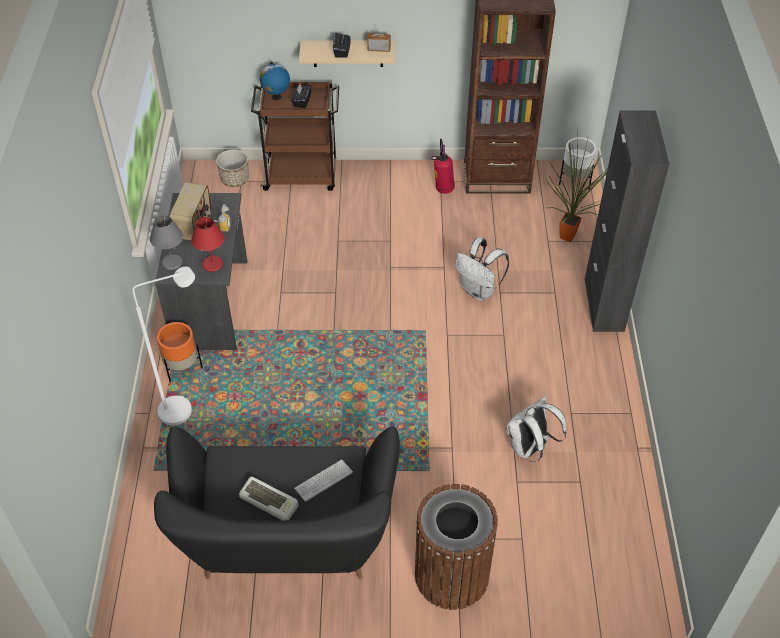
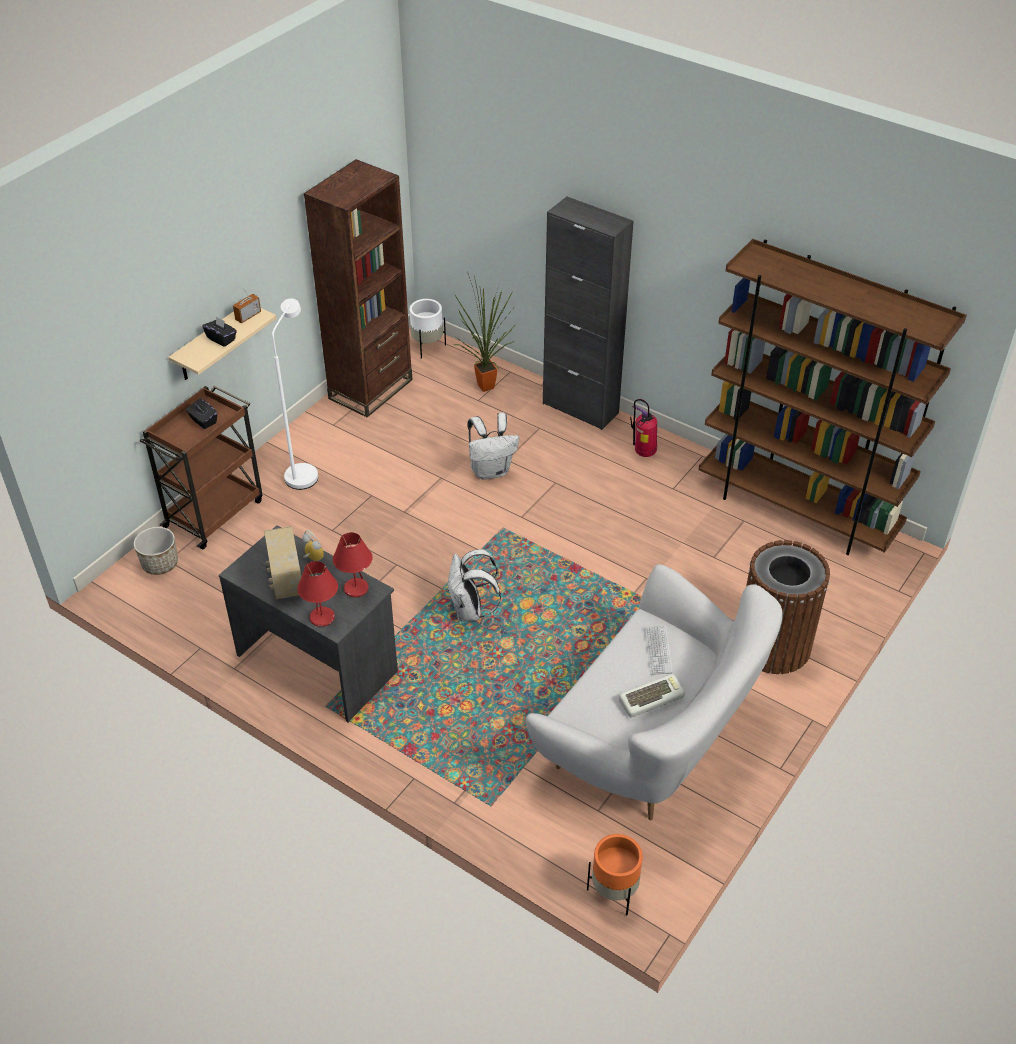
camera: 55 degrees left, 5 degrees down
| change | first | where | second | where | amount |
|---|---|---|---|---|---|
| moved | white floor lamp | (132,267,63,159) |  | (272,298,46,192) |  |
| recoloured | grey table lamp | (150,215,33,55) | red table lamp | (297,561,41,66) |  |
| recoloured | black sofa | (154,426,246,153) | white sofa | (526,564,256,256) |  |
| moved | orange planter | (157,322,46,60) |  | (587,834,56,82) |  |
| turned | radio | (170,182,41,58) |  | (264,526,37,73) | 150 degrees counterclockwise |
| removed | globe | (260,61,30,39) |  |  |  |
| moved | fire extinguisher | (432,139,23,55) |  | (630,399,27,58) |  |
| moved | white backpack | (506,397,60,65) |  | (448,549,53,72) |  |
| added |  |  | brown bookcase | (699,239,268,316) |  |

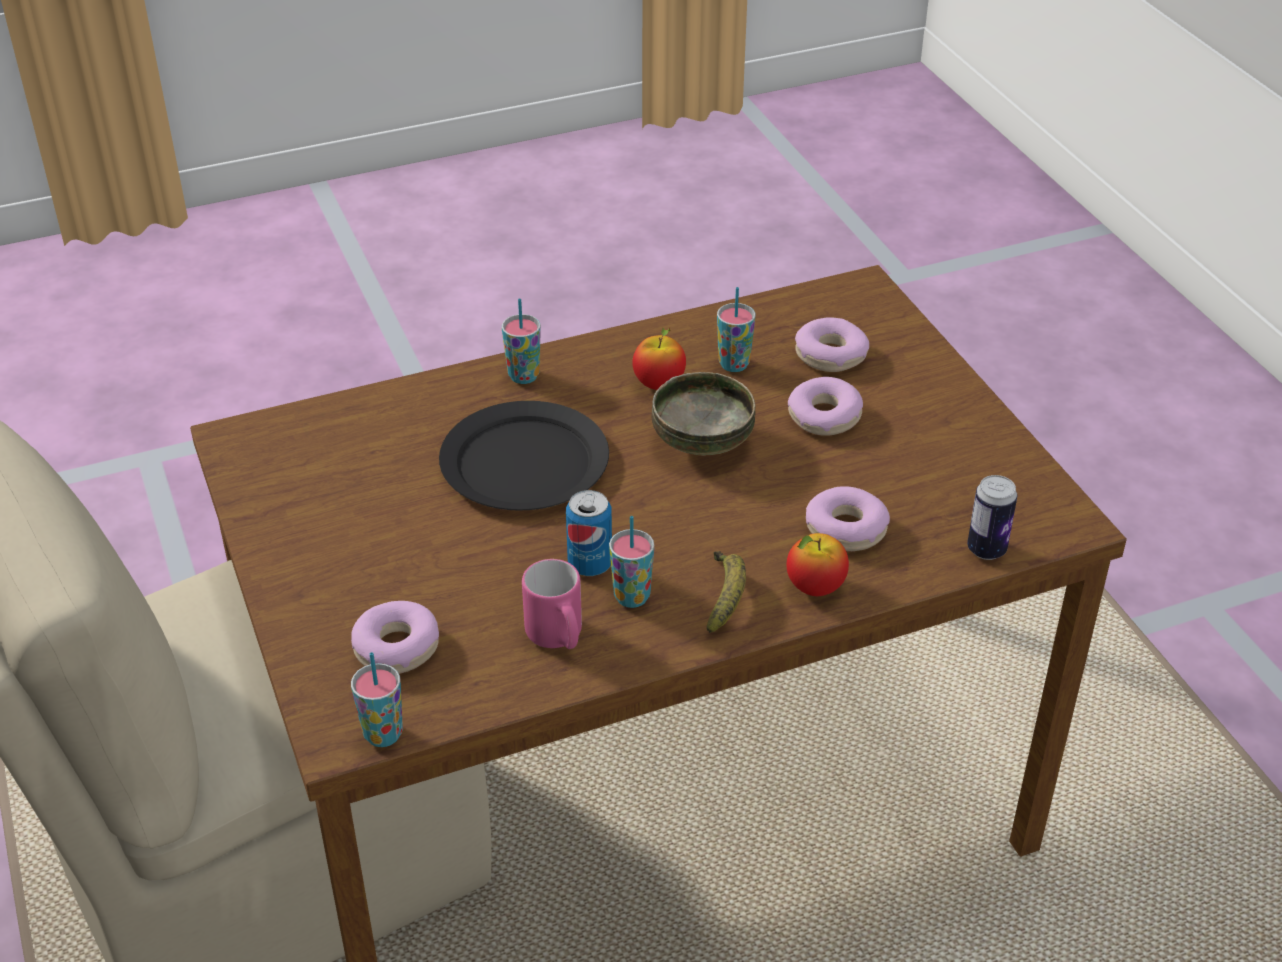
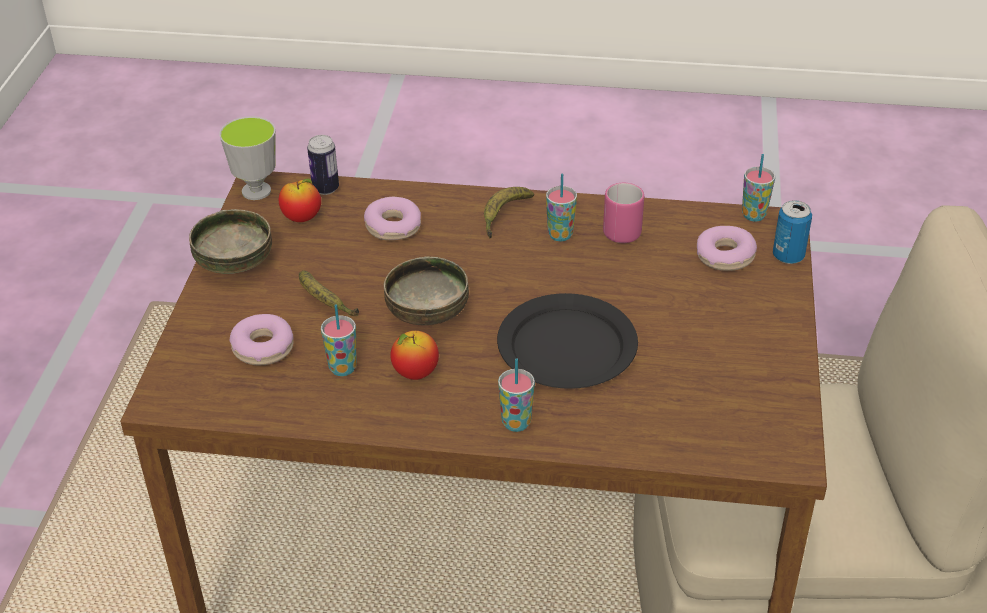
camera: 150 degrees left, 0 degrees up
| change | first | where | second | where | amount |
|---|---|---|---|---|---|
| moved | can | (566,490,46,86) |  | (773,200,39,64) |  |
| moved | apple | (786,533,63,63) |  | (279,179,42,43) |  |
| replaced | donut | (788,377,75,59) | banana | (299,270,60,46) |  |
| added |  |  | bowl | (189,209,83,65) |  |
| added |  |  | cup | (219,116,57,84) |  |

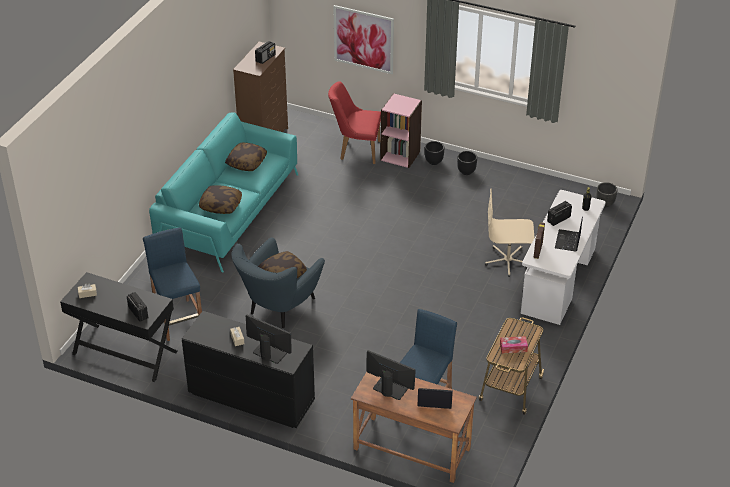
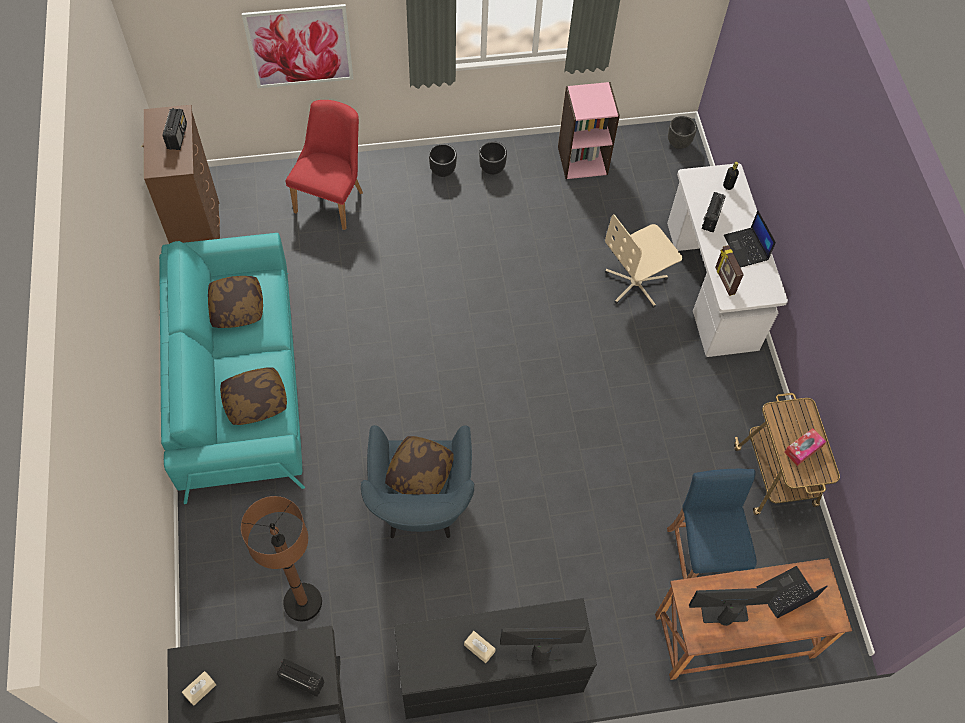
camera: 35 degrees left, 20 degrees up
| change | first | where | second | where | amount |
|---|---|---|---|---|---|
| replaced | blue stool | (143,227,59,114) | brown floor lamp | (241,496,81,125) |  |
| turned | red chair | (328,81,53,83) |  | (285,100,78,130) | 135 degrees clockwise |
| moved | pink bookcase | (380,93,42,75) |  | (558,82,62,97) |  |

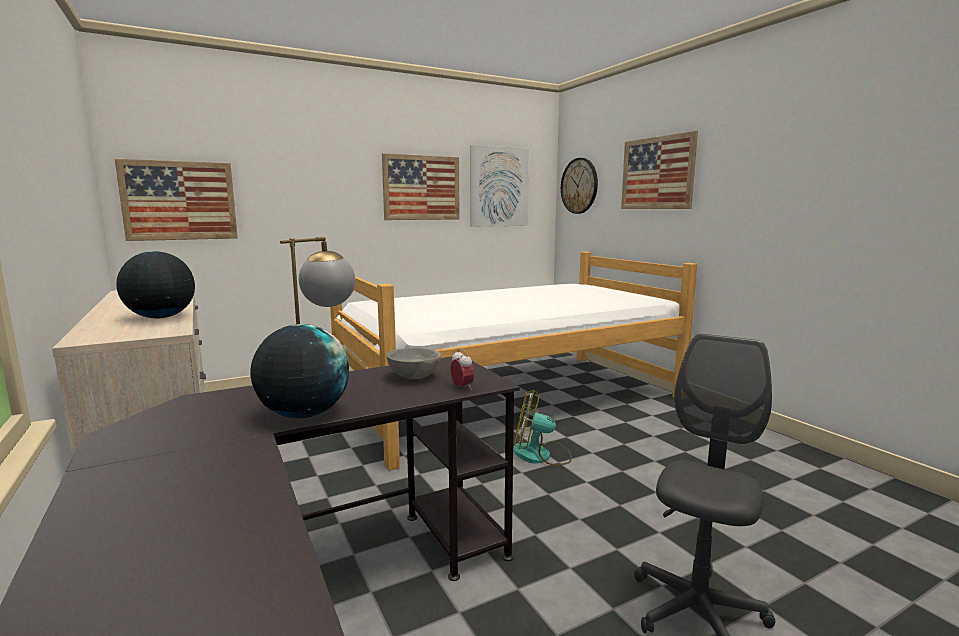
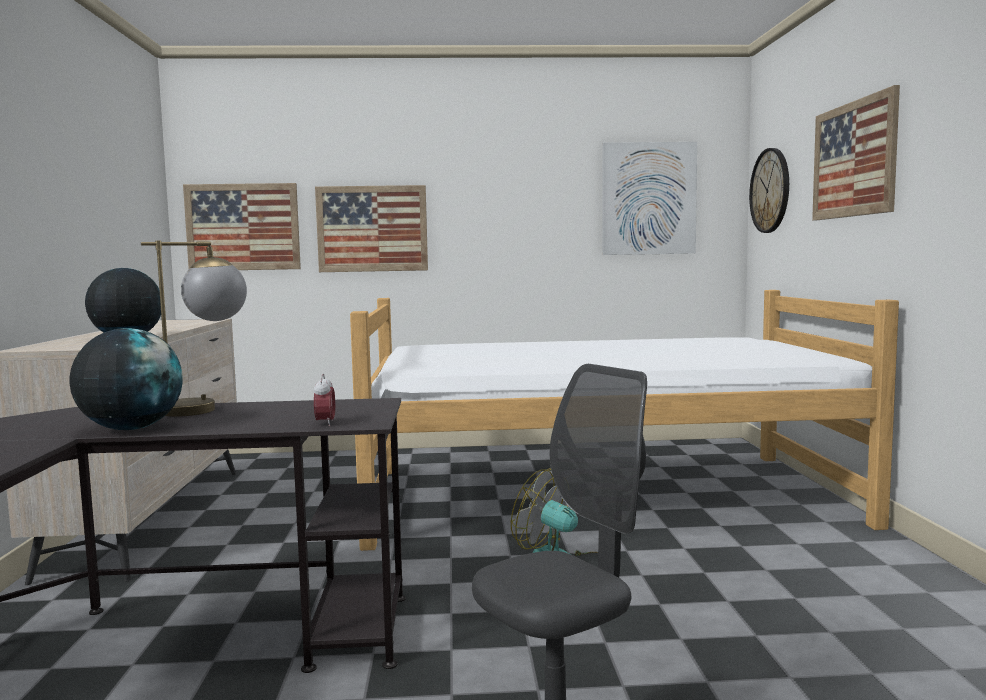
camera: 25 degrees right, 5 degrees down
| change | first | where | second | where | amount |
|---|---|---|---|---|---|
| moved | picture | (382,153,78,67) |  | (315,185,113,87) |  |
| removed | grey bowl | (387,348,54,31) |  |  |  |

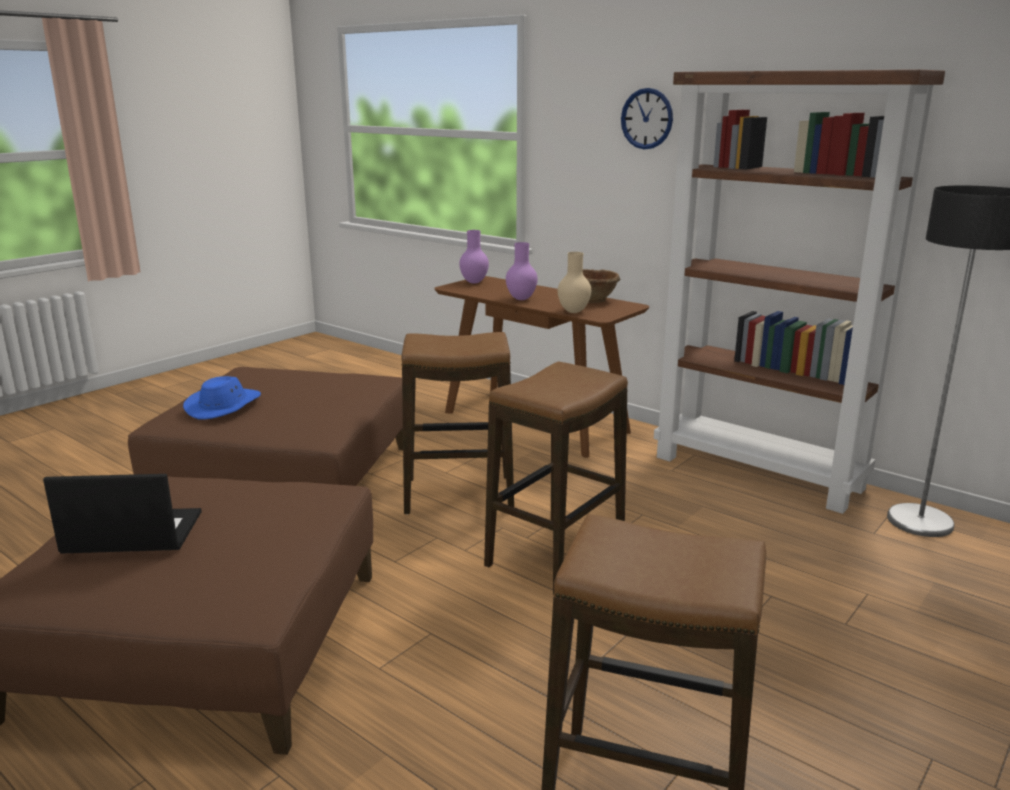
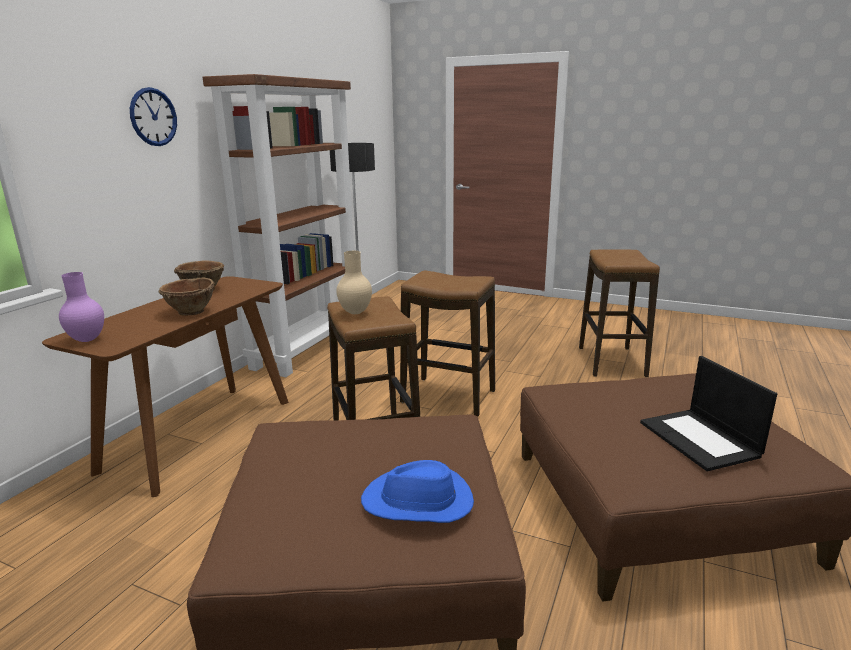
camera: 105 degrees left, 0 degrees up
| change | first | where | second | where | amount |
|---|---|---|---|---|---|
| replaced | purple vase | (506,242,32,58) | brown bowl | (159,277,56,39) |  |
| moved | beige vase | (558,252,33,61) |  | (336,251,36,63) |  |

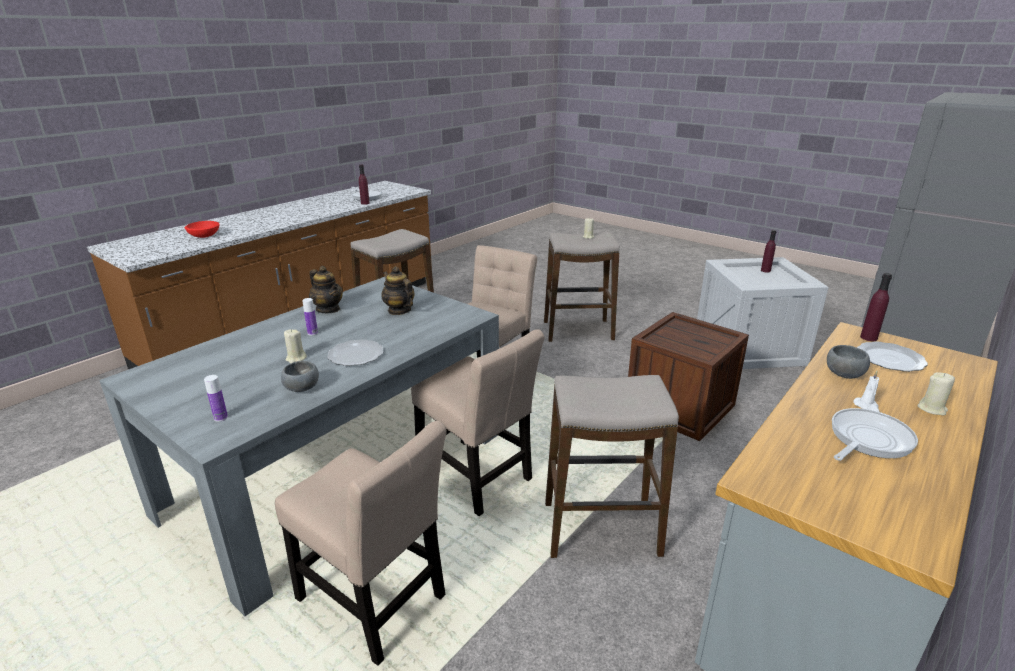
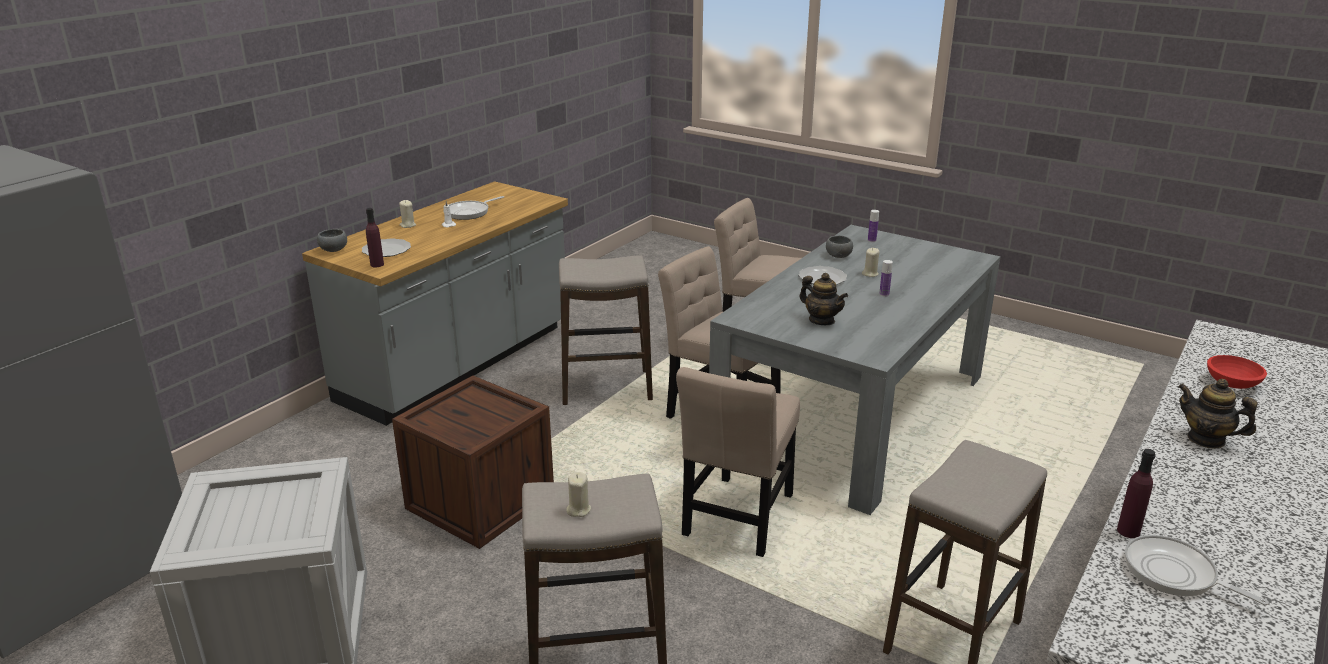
camera: 175 degrees right, 0 degrees up
| change | first | where | second | where | amount |
|---|---|---|---|---|---|
| moved | teapot | (309,266,34,47) |  | (1178,379,80,69) |  |
| removed | purple bottle | (761,230,15,43) |  |  |  |
| moved | grey bowl | (827,345,43,34) |  | (317,229,30,23) |  |

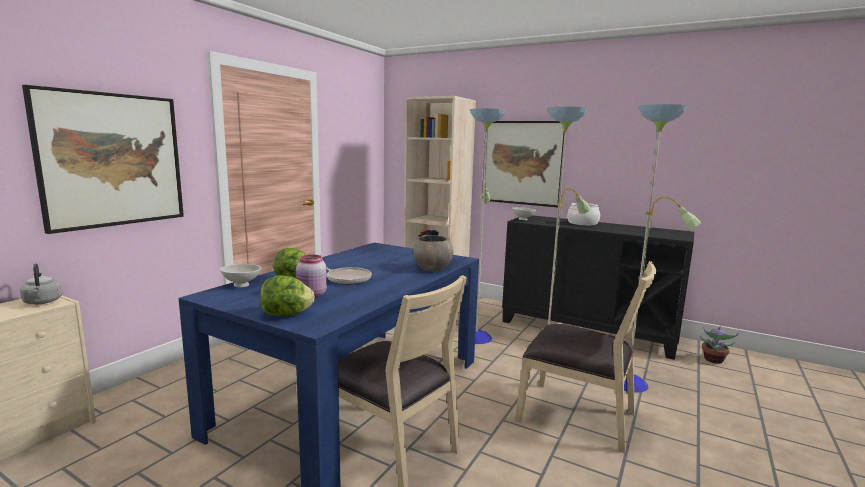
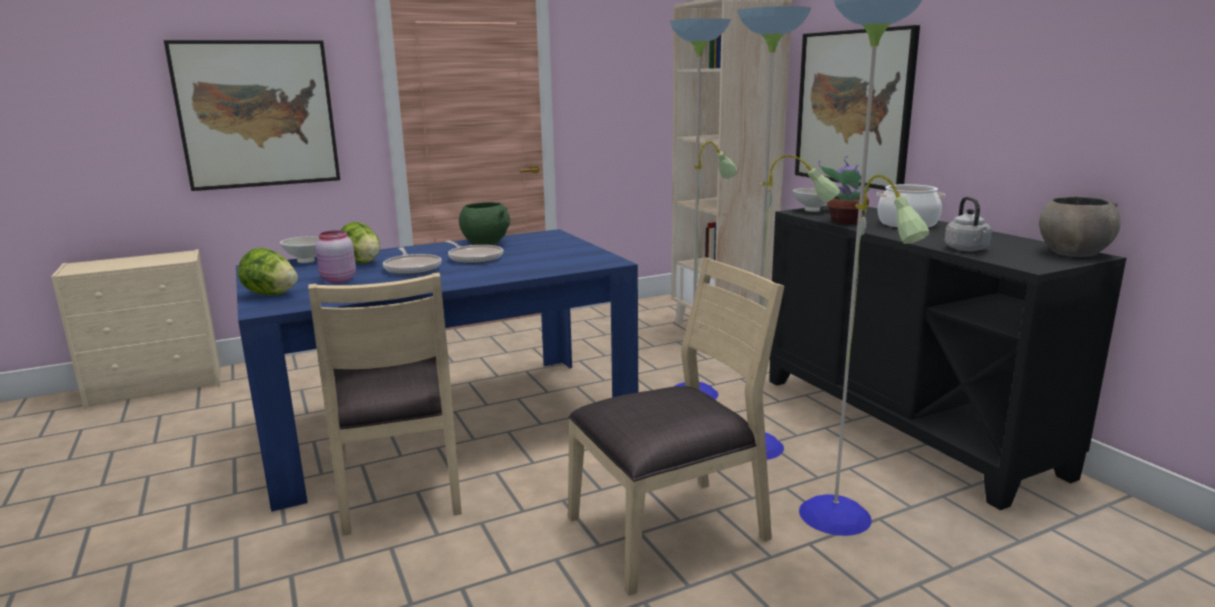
camera: 35 degrees right, 5 degrees up
| change | first | where | second | where | amount |
|---|---|---|---|---|---|
| moved | grey kettle | (20,264,42,40) |  | (944,197,48,54) |  |
| moved | grey bowl | (413,235,40,37) |  | (1039,196,82,61) |  |
| turned | beige chair | (515,261,141,192) |  | (568,257,216,339) | 90 degrees counterclockwise |
| moved | potted plant | (700,324,39,40) |  | (818,156,52,68) |  |
| added |  |  | frying pan | (445,241,58,23) |  |
| added |  |  | green bowl | (459,202,51,43) |  |

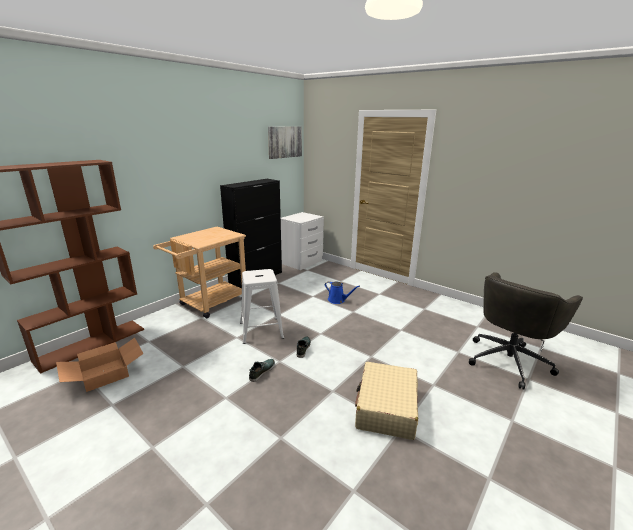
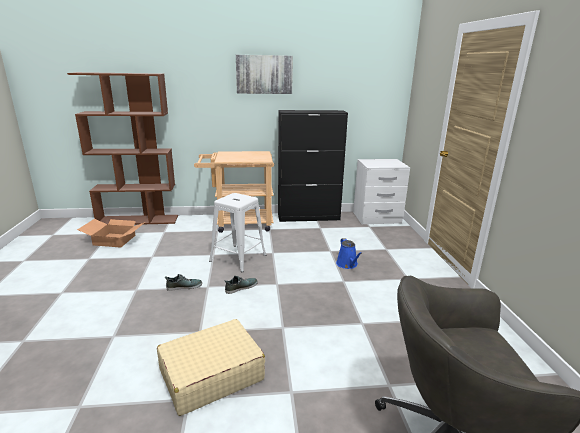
camera: 45 degrees right, 0 degrees up
| change | first | where | second | where | amount |
|---|---|---|---|---|---|
| moved | picture | (268,126,34,33) |  | (236,55,57,39) |  |

